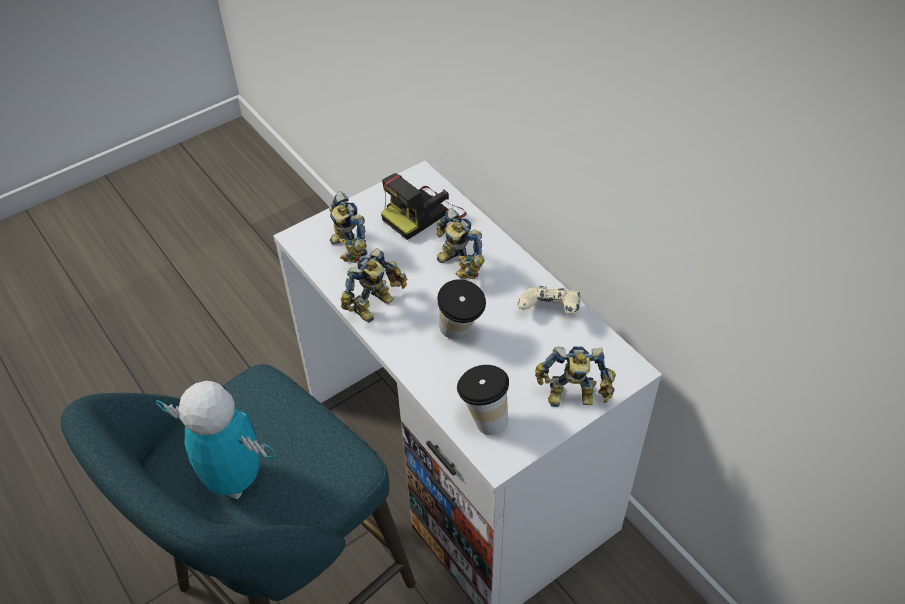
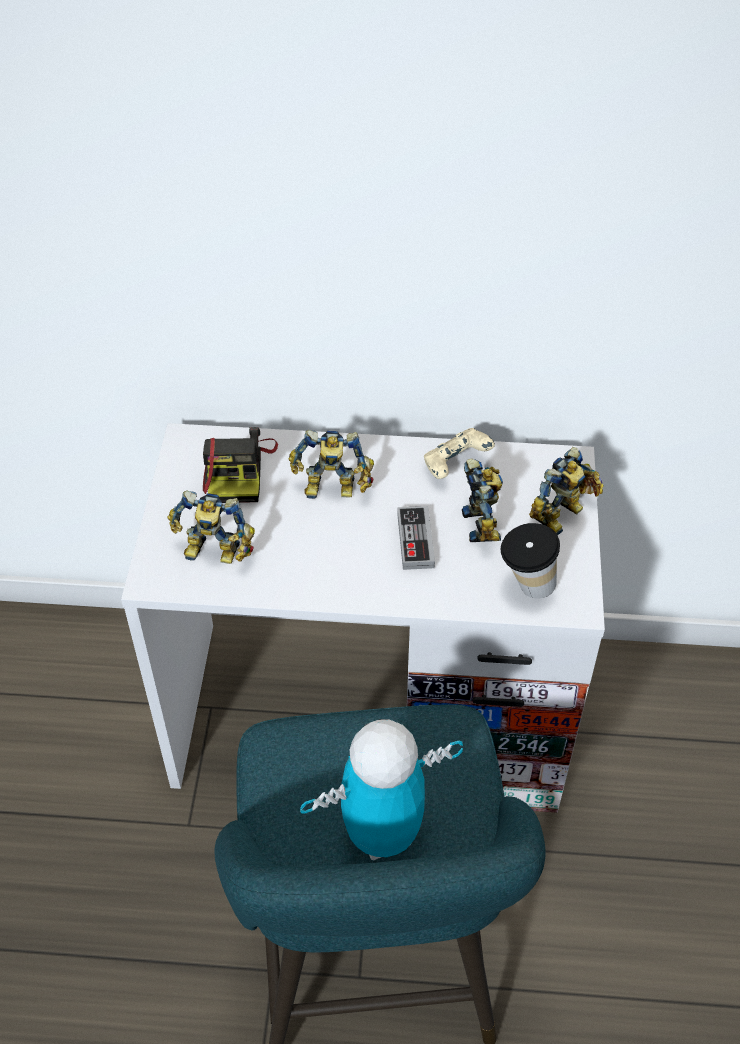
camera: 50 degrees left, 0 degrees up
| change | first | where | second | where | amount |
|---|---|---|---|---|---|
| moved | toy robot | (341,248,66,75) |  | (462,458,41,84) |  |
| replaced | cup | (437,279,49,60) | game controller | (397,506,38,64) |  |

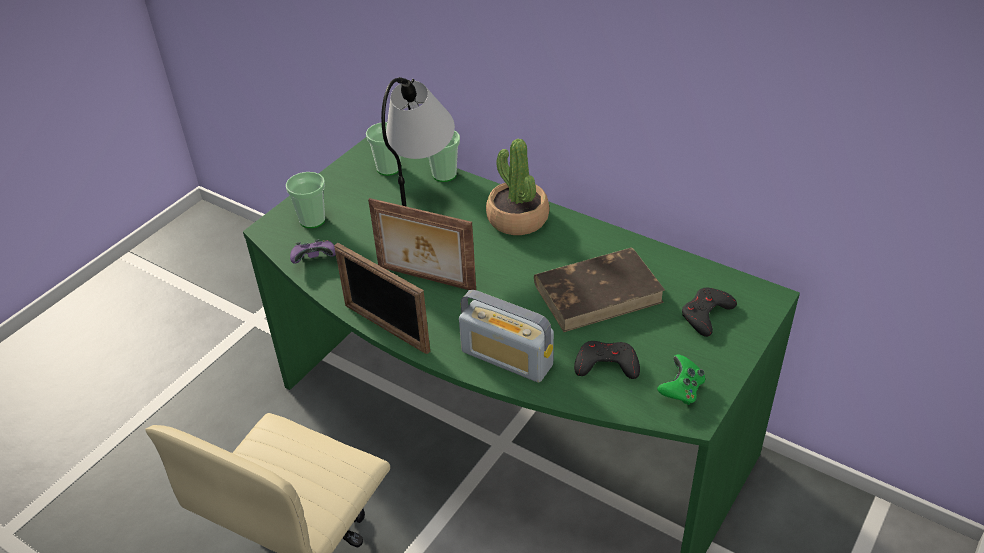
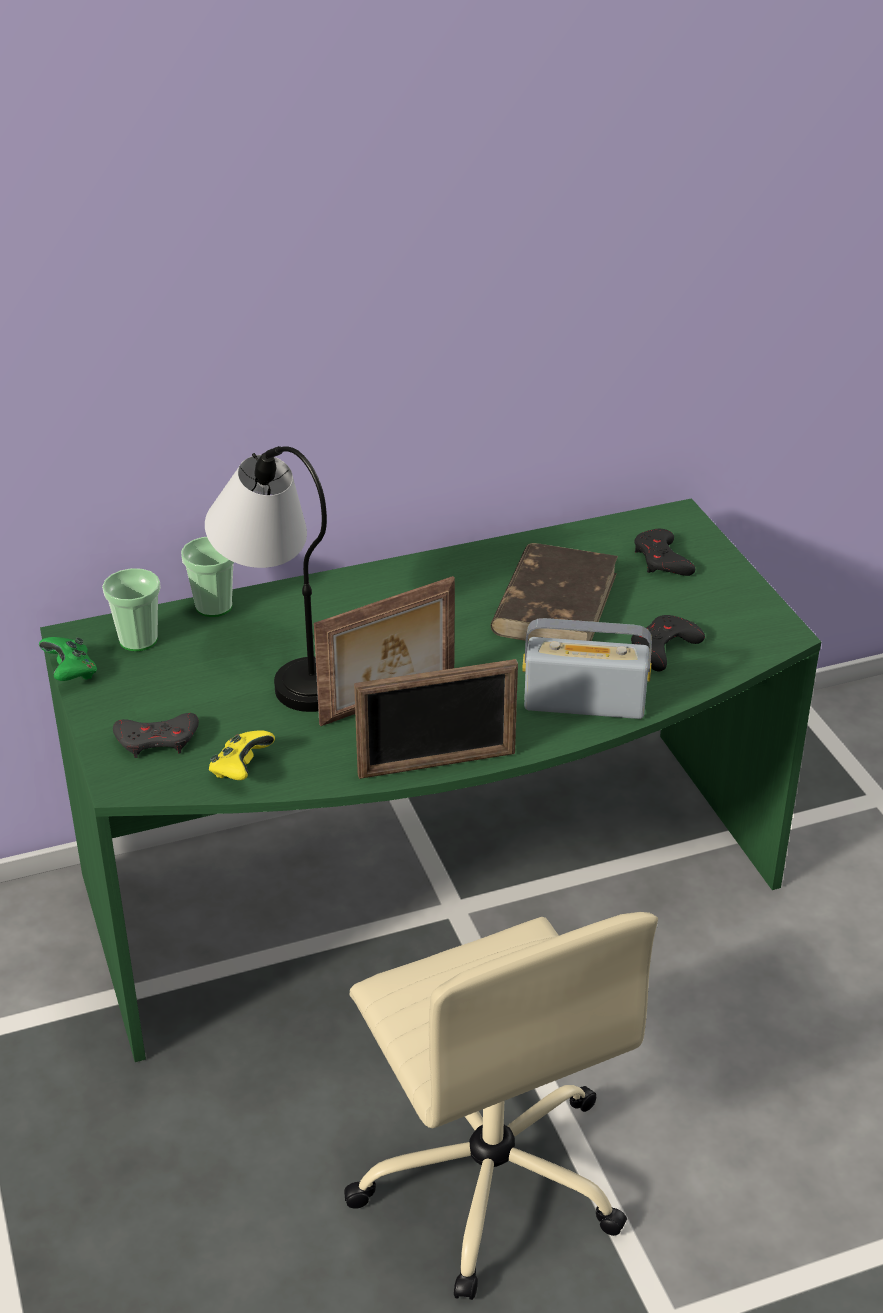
camera: 55 degrees left, 5 degrees down
| change | first | where | second | where | amount |
|---|---|---|---|---|---|
| replaced | cup | (286,172,39,56) | grey game controller | (113,713,86,45) |  |
| recoloured | purple game controller | (290,239,46,25) | yellow game controller | (209,730,66,50) |  |
| turned | radio | (459,290,95,93) |  | (522,618,130,101) | 150 degrees counterclockwise |
| removed | potted plant | (486,138,64,97) |  |  |  |
| moved | green game controller | (657,354,48,51) |  | (39,637,58,44) |  |

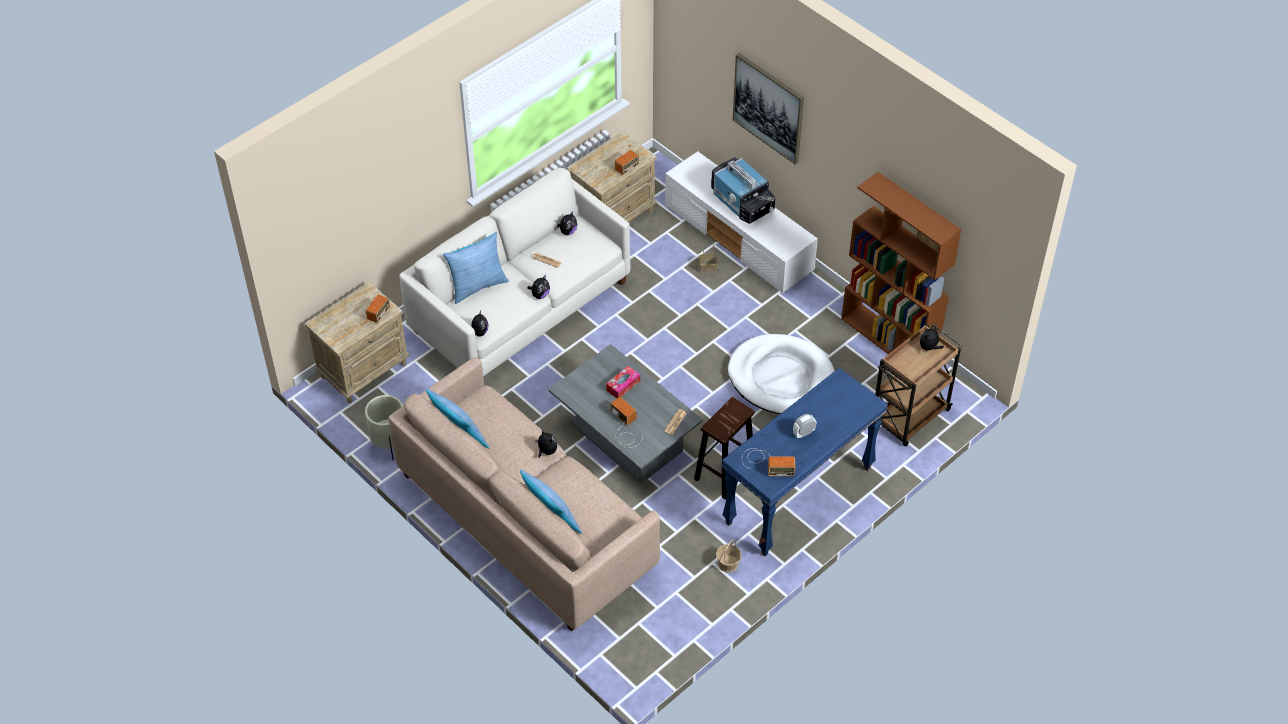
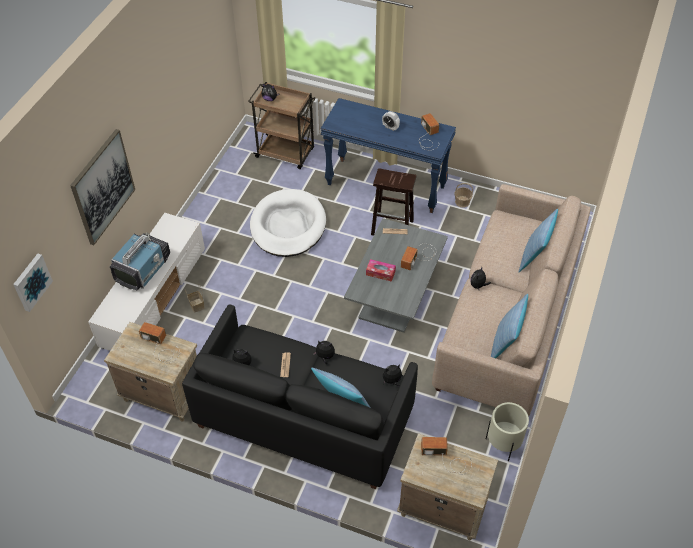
camera: 115 degrees left, 0 degrees up
| change | first | where | second | where | amount |
|---|---|---|---|---|---|
| recoloured | white sofa | (400,168,230,209) | black sofa | (182,304,236,185) |  |
| removed | brown bookcase | (841,172,120,182) |  |  |  |
| added |  |  | picture | (13,254,40,58) |  |

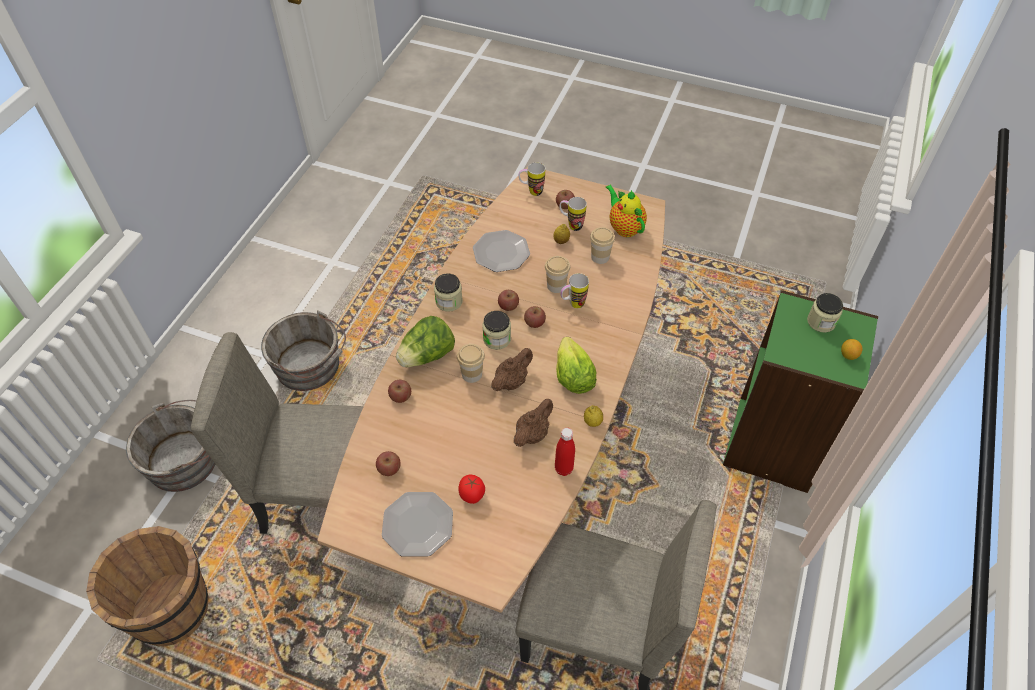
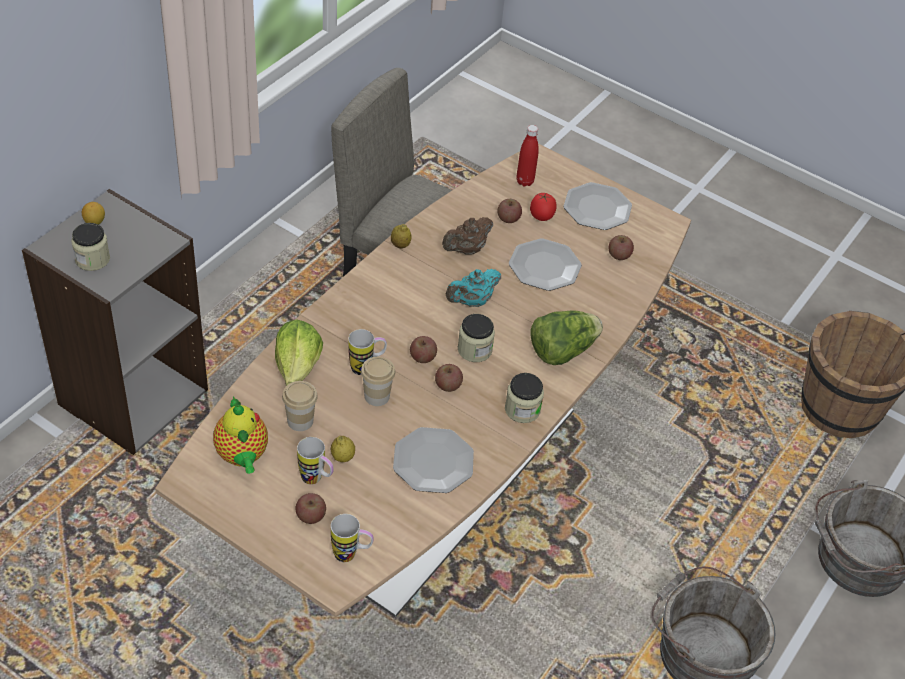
camera: 170 degrees left, 5 degrees down
| change | first | where | second | where | amount |
|---|---|---|---|---|---|
| removed | beige chair | (191,332,173,202) |  |  |  |
| moved | apple | (388,380,23,23) |  | (497,199,25,24) |  |
| removed | cup | (457,344,28,39) |  |  |  |
| recoloured | brown teapot | (491,348,42,43) | turquoise teapot | (446,269,55,38) |  |
| moved | red bottle | (555,428,20,48) |  | (516,125,23,62) |  |
| moved | lettuce | (556,337,41,57) |  | (275,319,48,67) |  |
| recoloured | green bookcase | (723,290,155,203) | grey bookcase | (22,189,186,266) |  |
| added |  |  | plate | (509,239,73,52) |  |

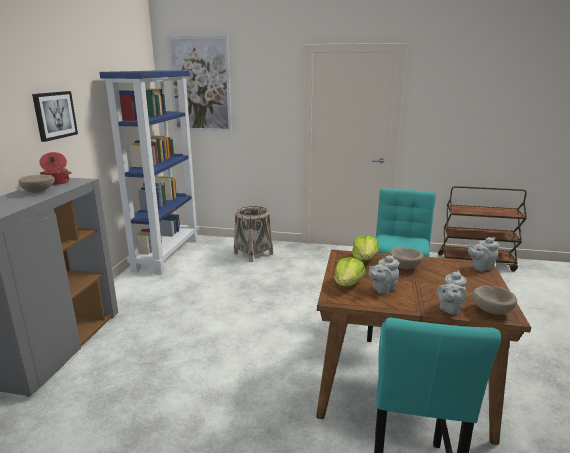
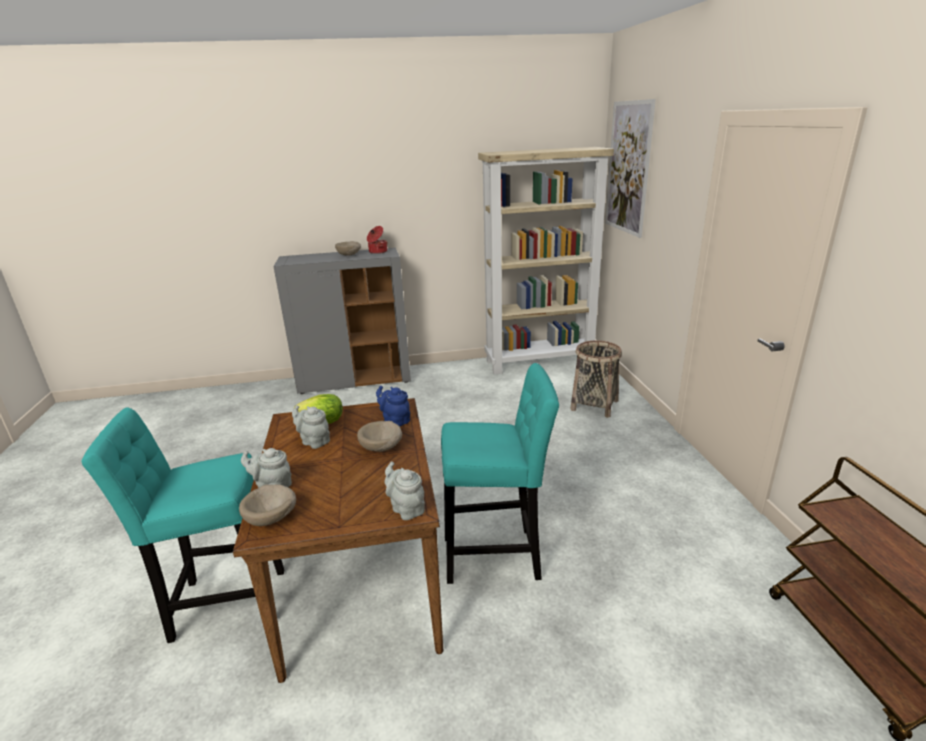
camera: 70 degrees right, 5 degrees up
| change | first | where | second | where | amount |
|---|---|---|---|---|---|
| removed | picture | (32,91,46,51) |  |  |  |
| recoloured | blue bookcase | (99,71,100,204) | beige bookcase | (478,147,136,228) |  |
| replaced | lettuce | (352,235,27,25) | blue teapot | (376,386,34,40) |  |

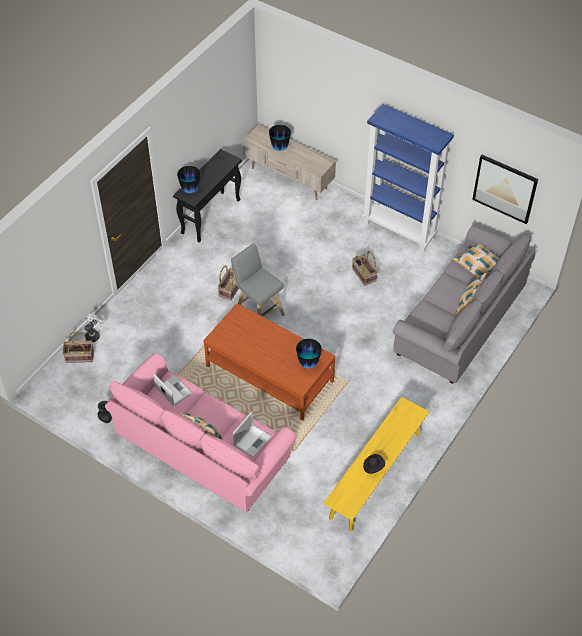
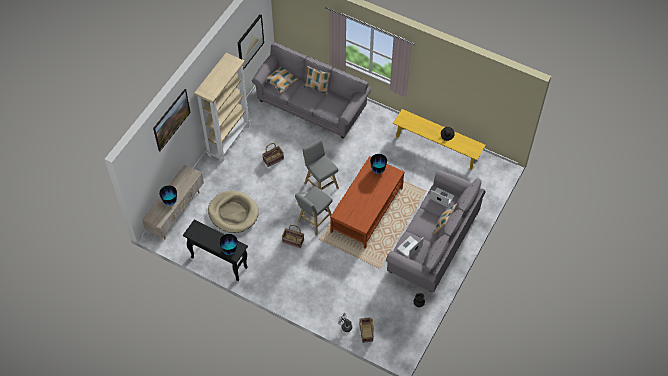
camera: 95 degrees left, 5 degrees up
| change | first | where | second | where | amount |
|---|---|---|---|---|---|
| recoloured | pink sofa | (105,353,192,159) | grey sofa | (386,170,100,123) |  |
| recoloured | blue bookcase | (362,104,92,148) | beige bookcase | (194,53,56,109) |  |
| added |  |  | picture | (153,89,38,62) |  |
| added |  |  | beige dog bed | (208,191,51,42) |  |
| added |  |  | grey stool | (303,138,36,52) |  |

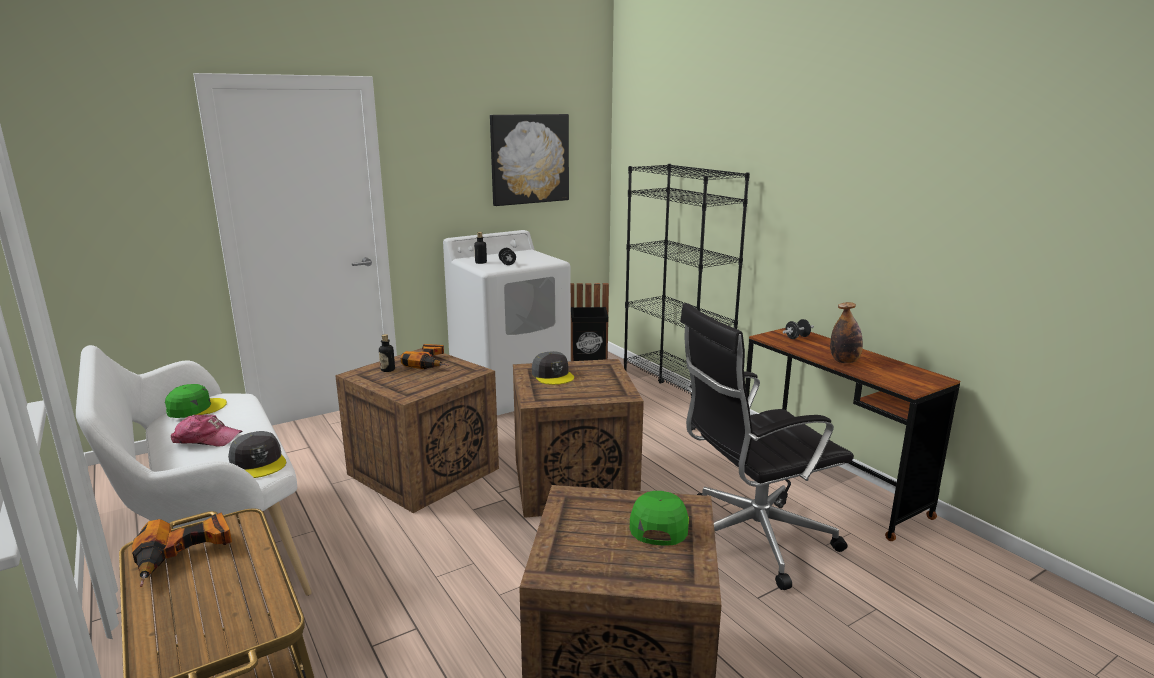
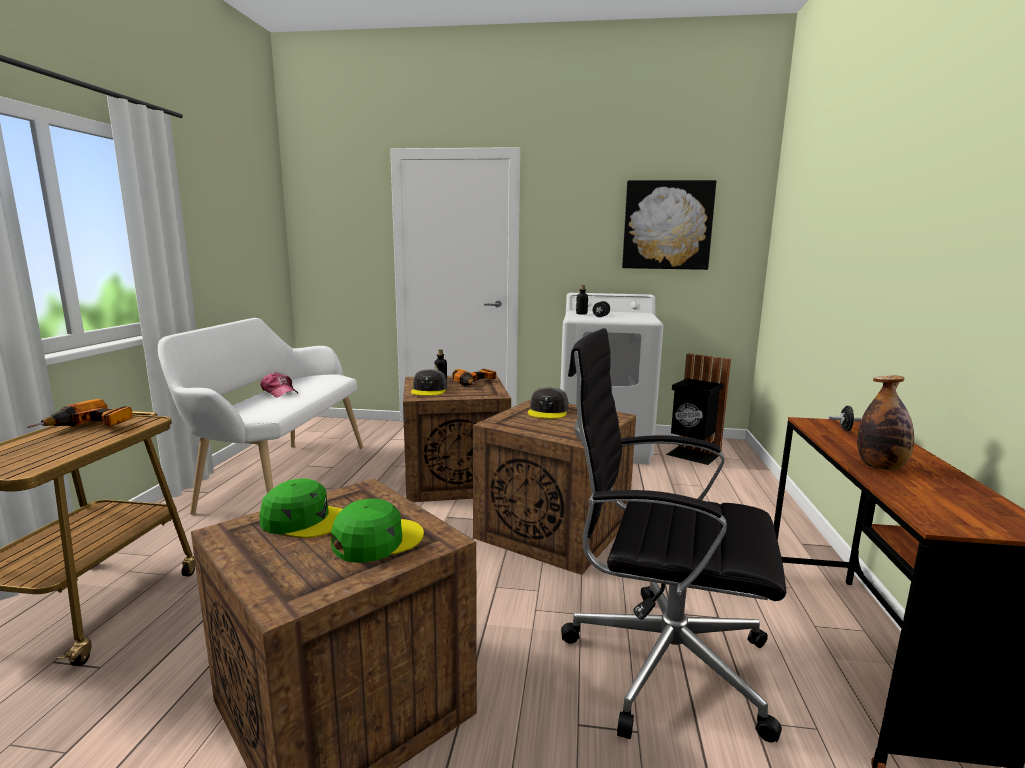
camera: 40 degrees right, 5 degrees down
| change | first | where | second | where | amount |
|---|---|---|---|---|---|
| moved | green cap | (165,384,62,34) |  | (260,478,82,60) |  |
| moved | grey cap | (228,431,58,47) |  | (411,369,36,27) |  |
| removed | black bookcase | (624,164,126,266) |  |  |  |

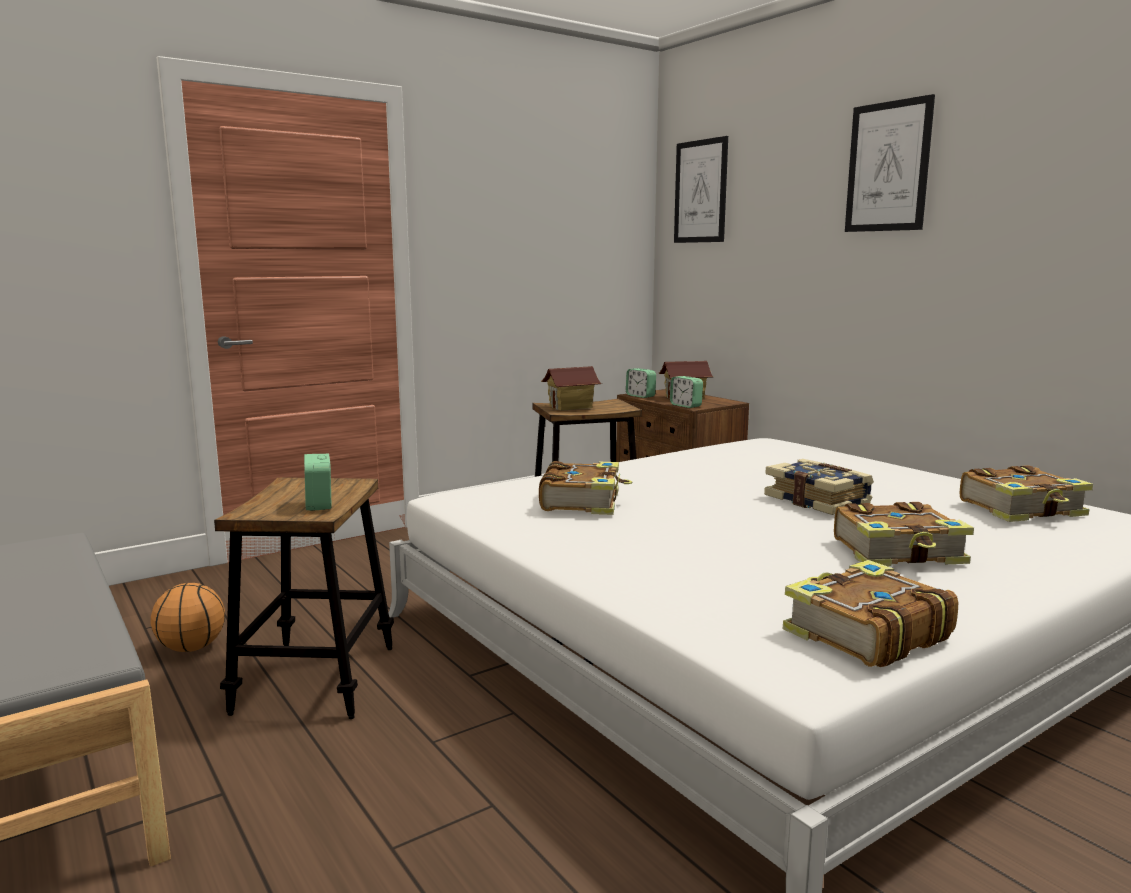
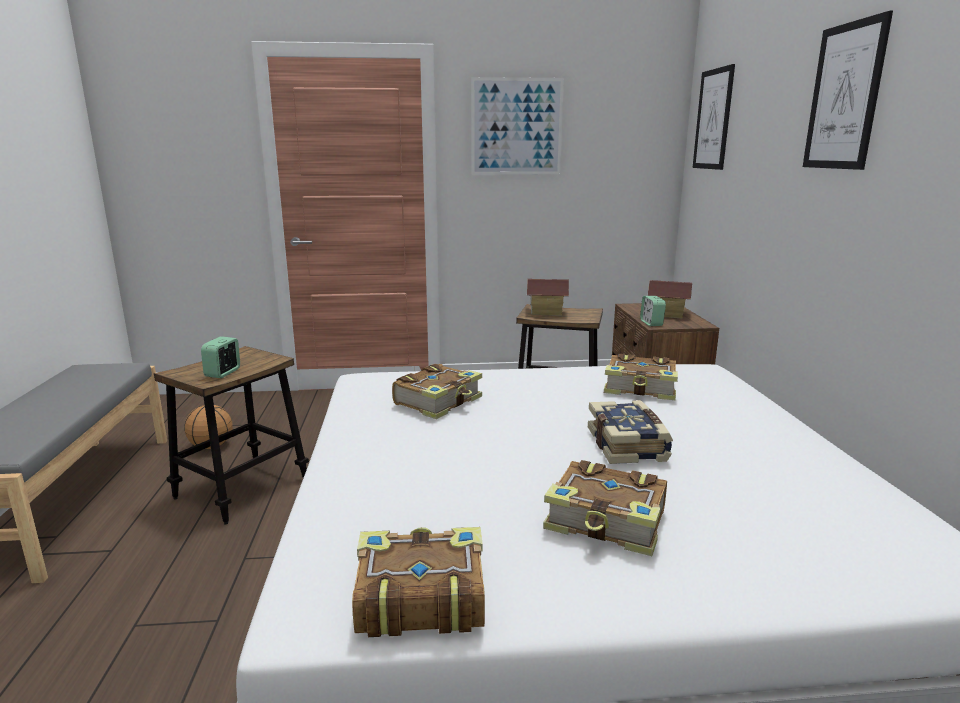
camera: 30 degrees right, 5 degrees up
| change | first | where | second | where | amount |
|---|---|---|---|---|---|
| removed | alarm clock | (626,368,30,30) |  |  |  |
| moved | book | (960,465,133,57) |  | (604,354,74,46) |  |
| added |  |  | picture | (471,77,93,98) |  |

